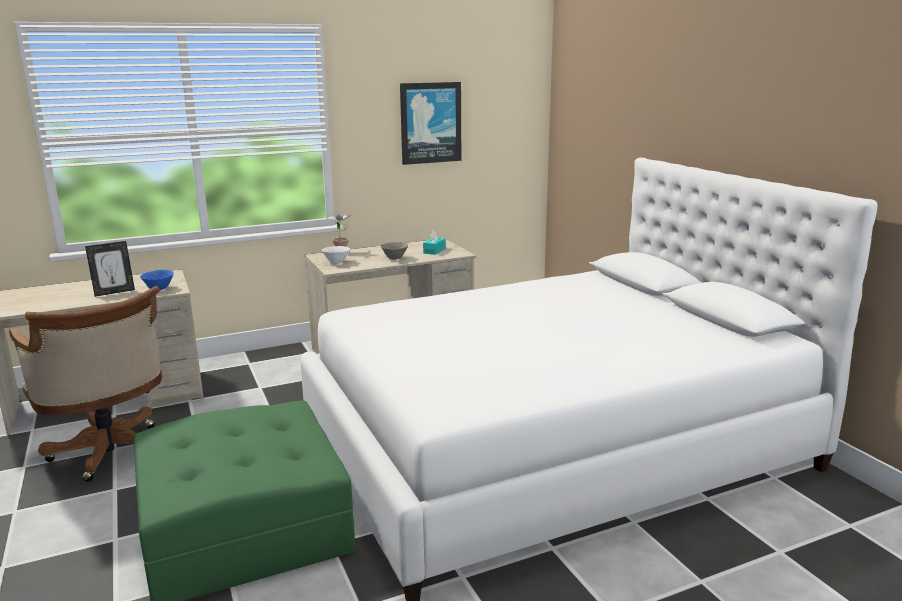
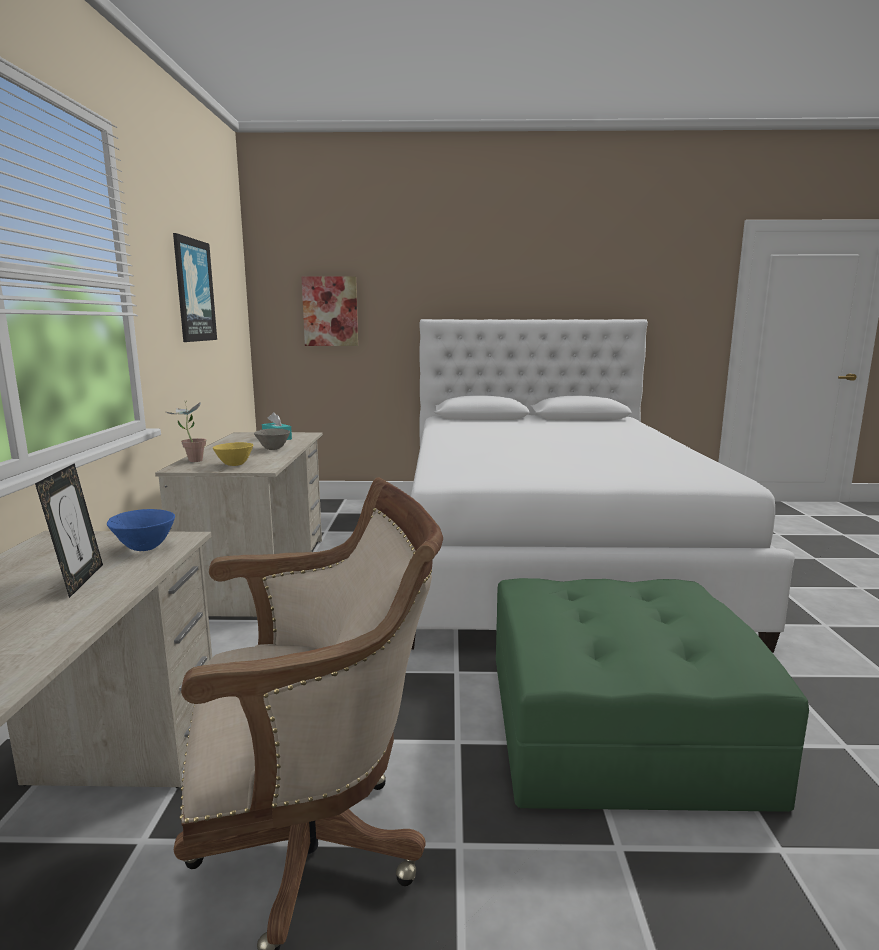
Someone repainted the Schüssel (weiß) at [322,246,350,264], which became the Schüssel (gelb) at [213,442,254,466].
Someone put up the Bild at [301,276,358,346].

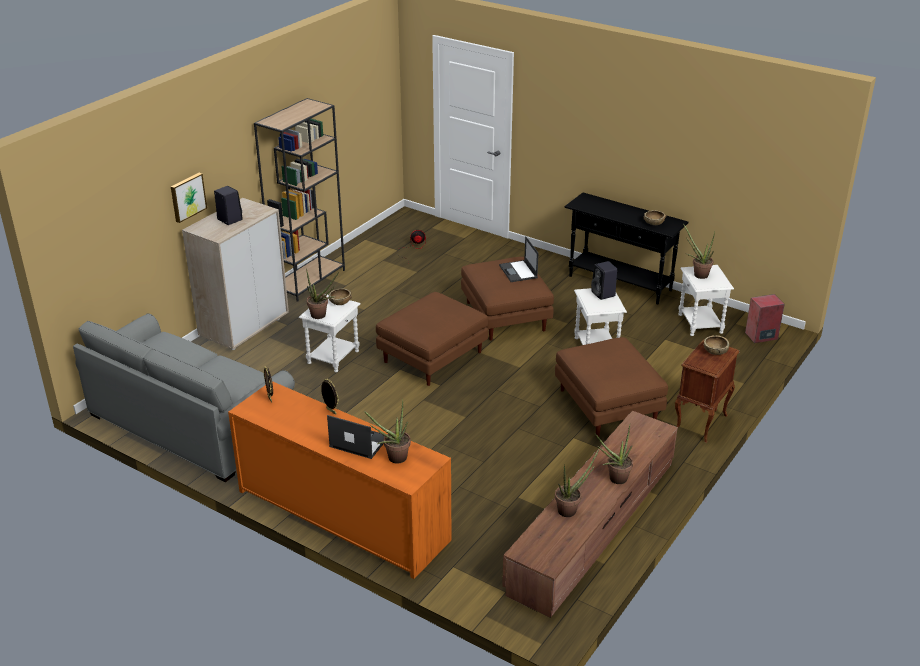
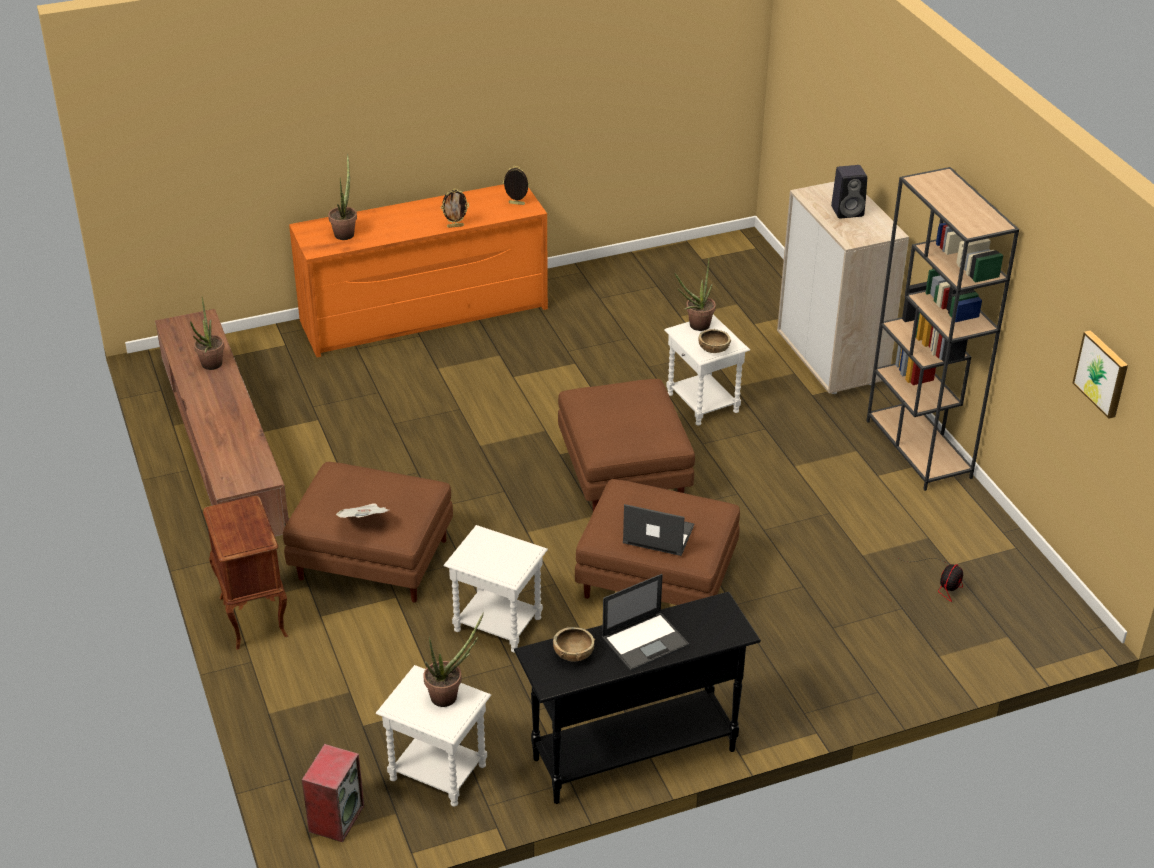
Someone carried the Bild from [171,173,207,223] to [1073,330,1128,419].
Someone took away the Lautsprecher (schwarz) at [591,261,617,300].
Someone took away the Sofa (grau) at [73,313,295,482].
Someone took away the Schüssel (braun) at [703,335,729,355].
Someone carried the Laptop from [327,415,385,459] to [602,574,689,672].
Someone took away the Topfpflanze at [595,425,633,484].
Someone put down the Zeitung at [336,503,389,518].

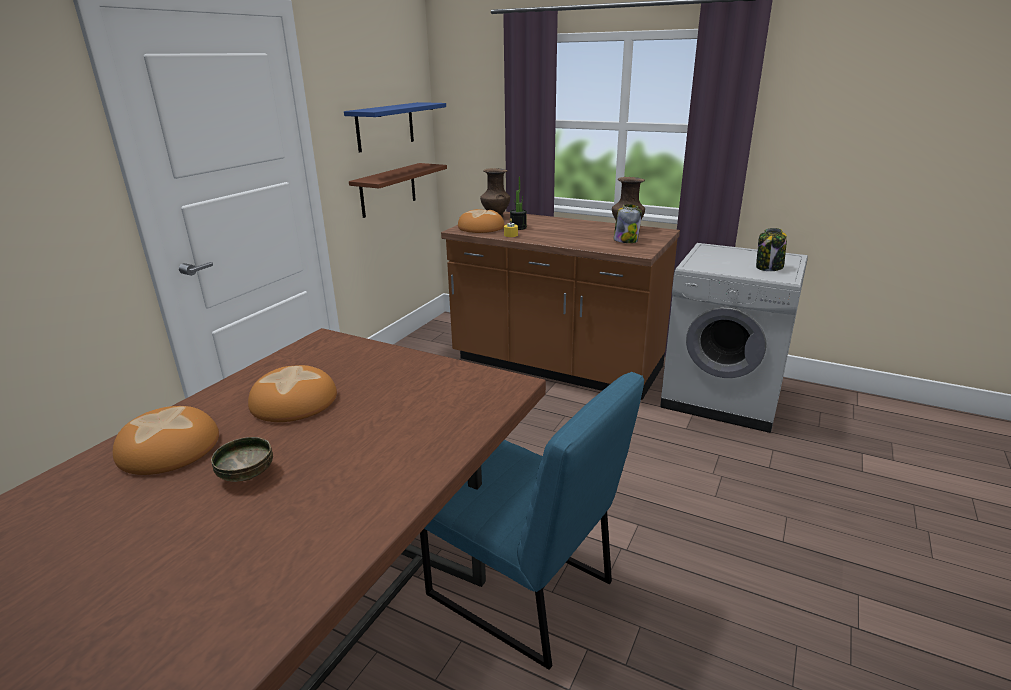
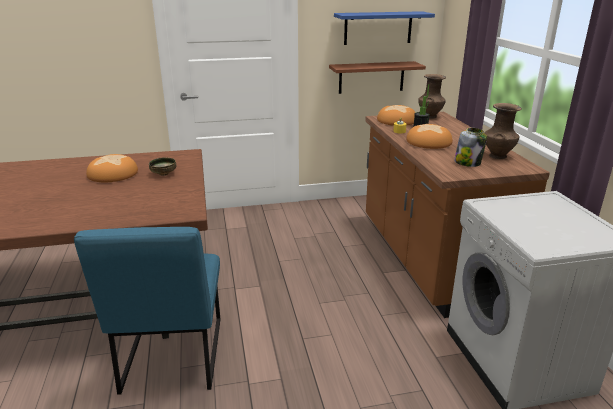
Someone took away the Vorratsglas at [756,228,787,271].
Someone carried the Brot from [113,406,219,475] to [406,124,453,149].
Someone carried the Schüssel from [211,437,273,482] to [149,157,176,176].

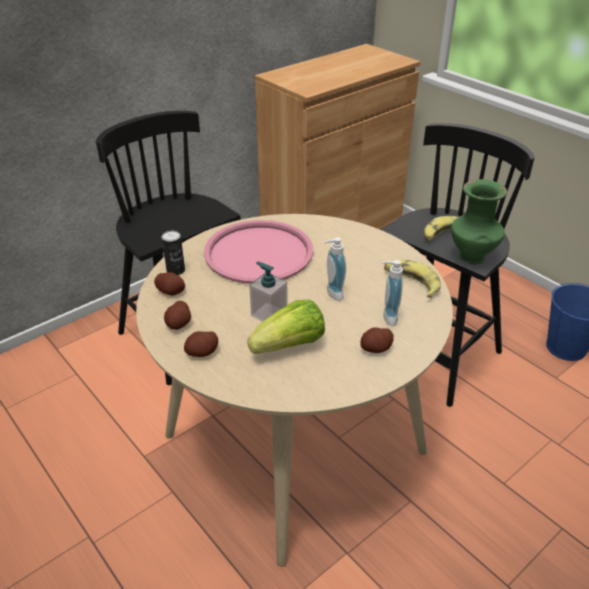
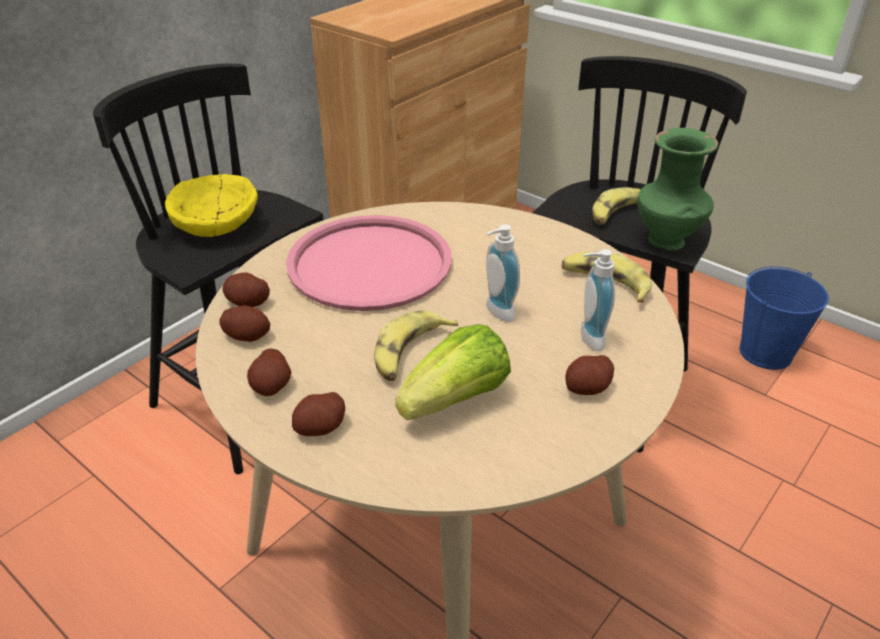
Someone swapped the Dose at [162,230,185,275] for the Kartoffel at [223,272,270,307].
Someone swapped the Seifenspender at [249,262,288,322] for the Banane at [374,310,458,381].
Someone put down the Schüssel (gelb) at [165,174,258,237].

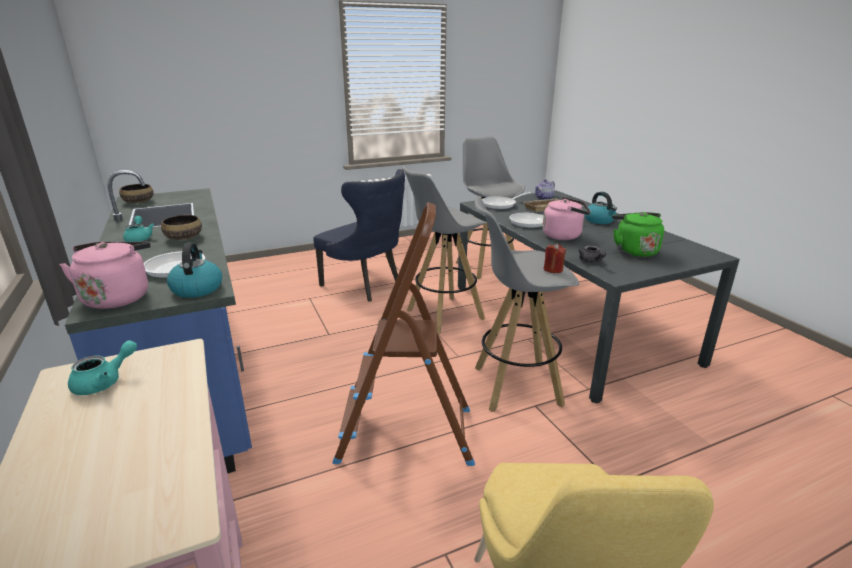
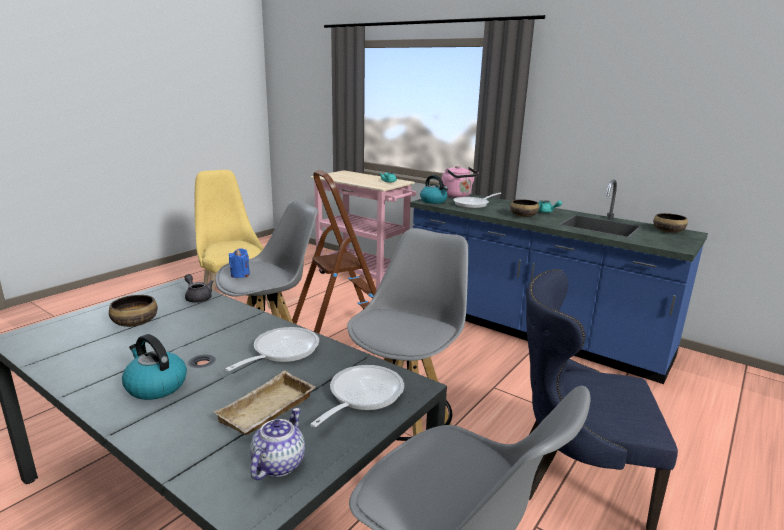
Someone took away the Wasserkessel (rosa) at [542,197,591,240].
Someone swapped the Wasserkessel (grün) at [612,212,664,257] for the Schüssel at [109,295,158,327].
Someone repainted the Kerze (rot) at [543,243,566,273], which became the Kerze (blau) at [228,248,250,278].

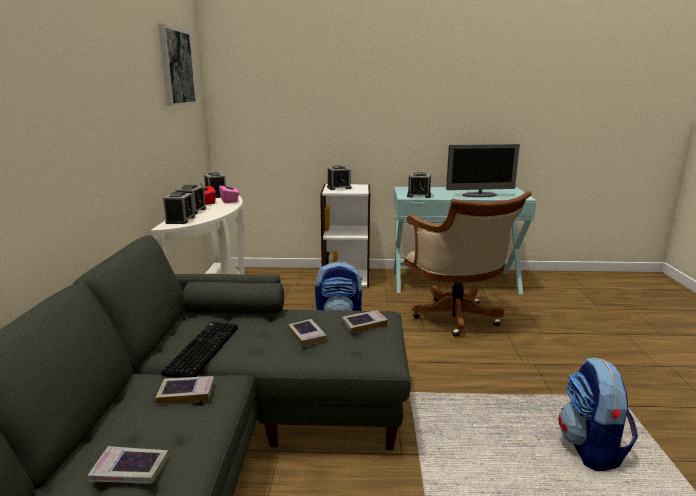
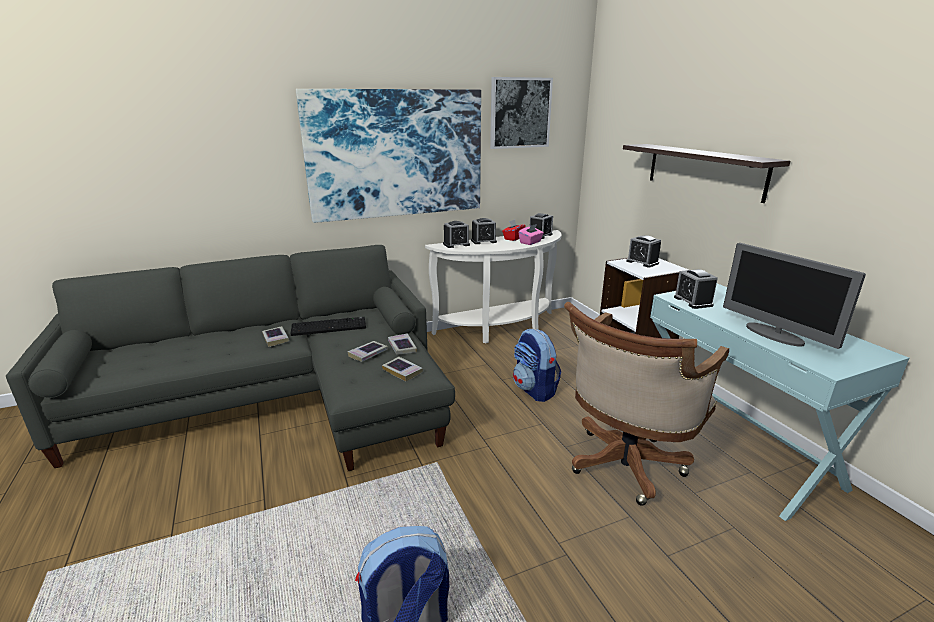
Someone carried the Buch from [88,446,169,484] to [388,333,417,355].
Someone put up the Bild at [296,89,481,223].
Someone put up the Wandregal at [623,144,791,203].

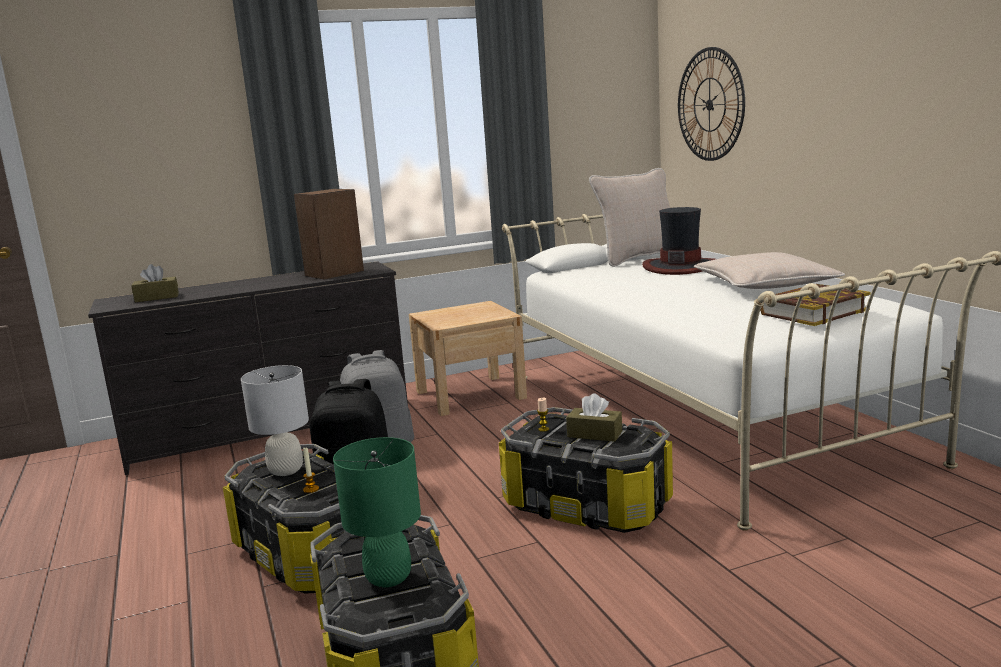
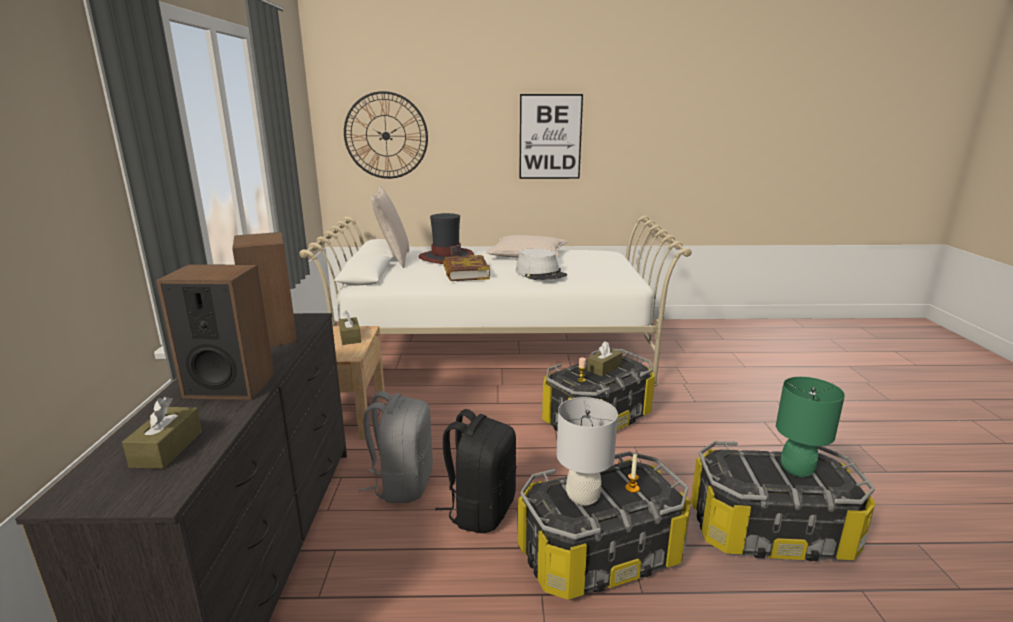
Someone carried the Buch from [760,284,871,326] to [443,255,490,281].
Someone put up the Bild at [519,94,583,179].
Someone put down the Hut (grau) at [515,249,567,280].
Someone put down the Lautsprecher at [156,264,274,400].
Someone put down the Taschentuchbox (braun) at [339,310,361,345].

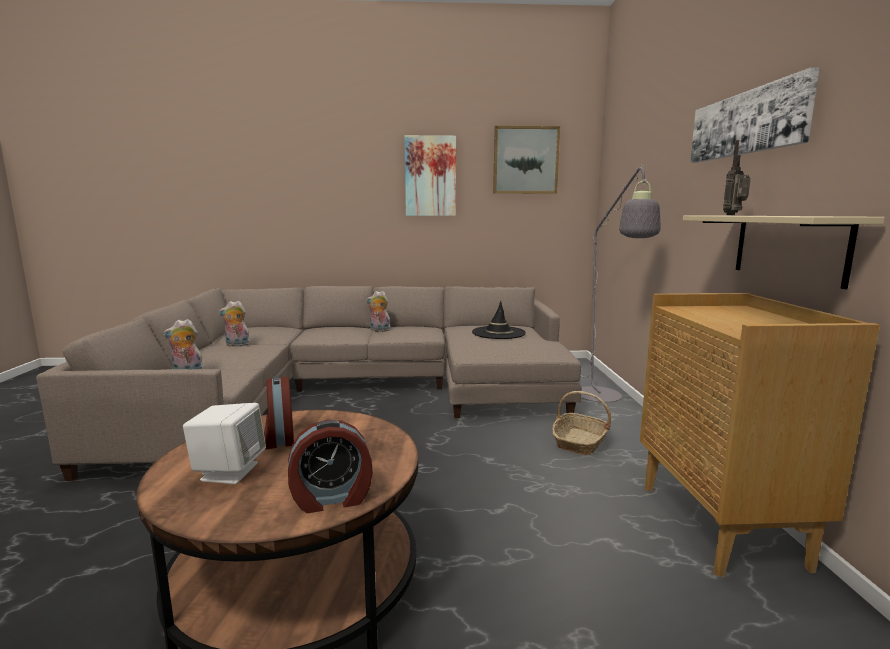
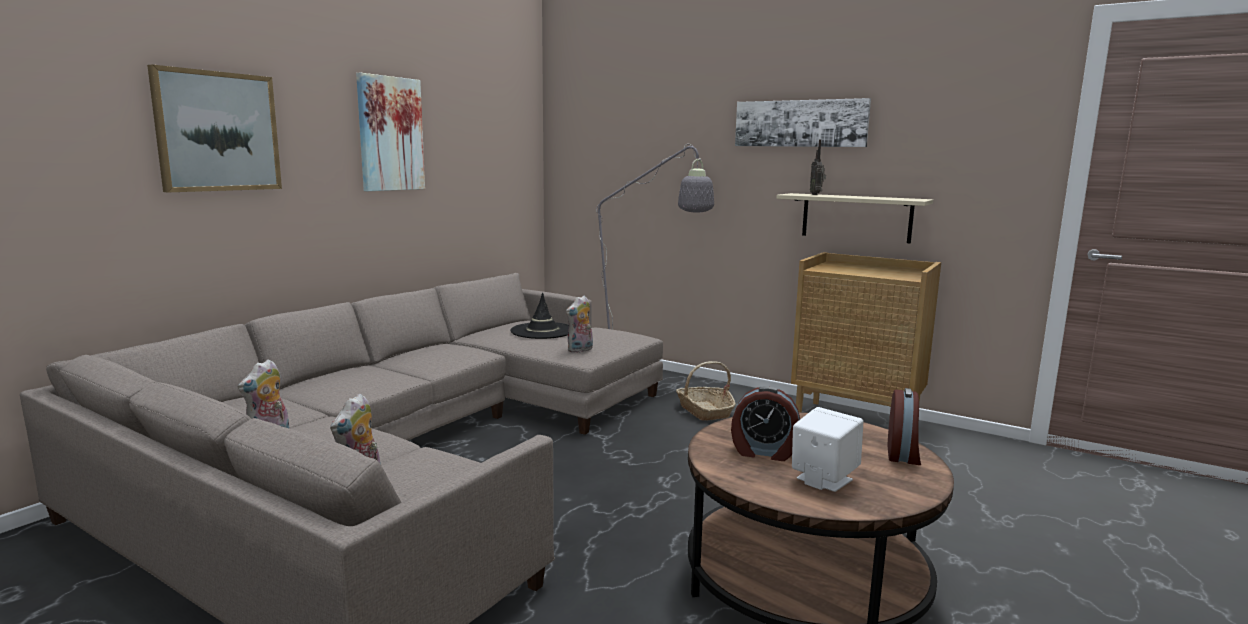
Someone carried the Bild from [493,126,560,194] to [147,65,282,192].
Someone carried the Plüschtier from [366,291,391,332] to [566,296,593,353].

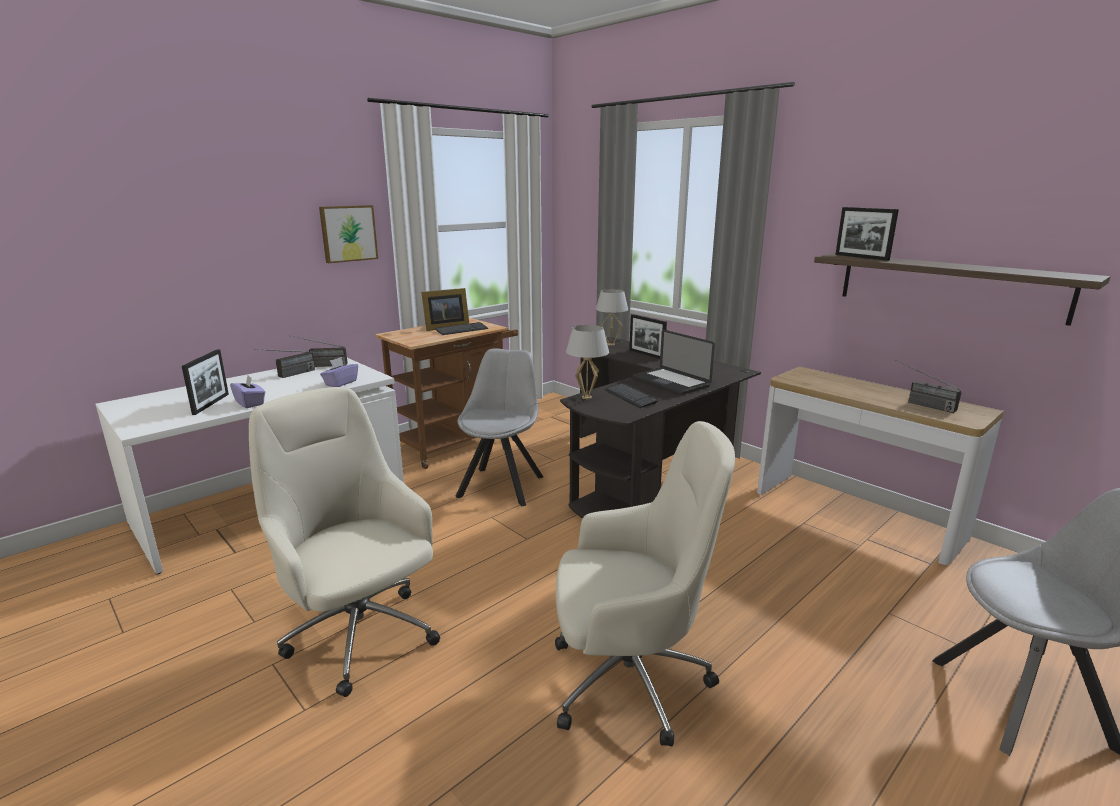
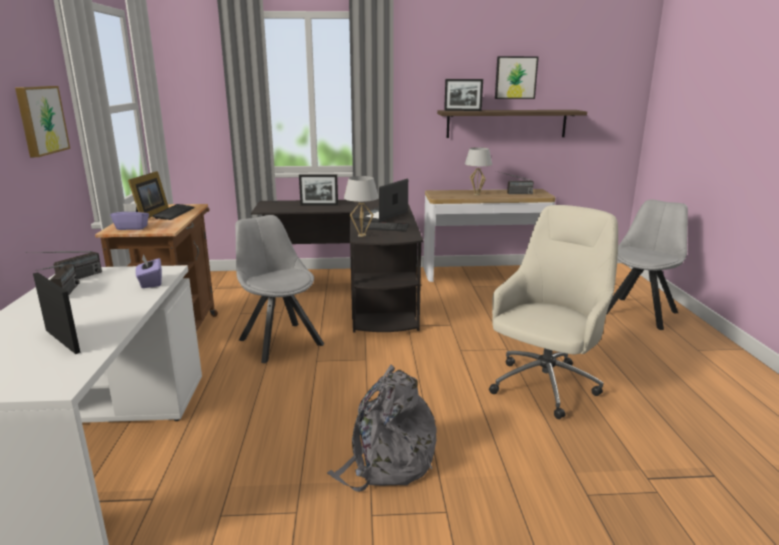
Someone carried the Tischlampe (weiß) from [596,289,628,346] to [465,147,492,195].
Someone rotated the Laptop at [632,330,715,395] by 120 degrees clockwise.
Someone carried the Taschentuchbox (lila) from [230,376,266,408] to [110,203,149,230].
Someone swapped the Bürostuhl (beige) at [249,387,440,697] for the Rucksack (grau) at [327,364,436,492].
Someone put up the Bild at [495,56,539,99].

